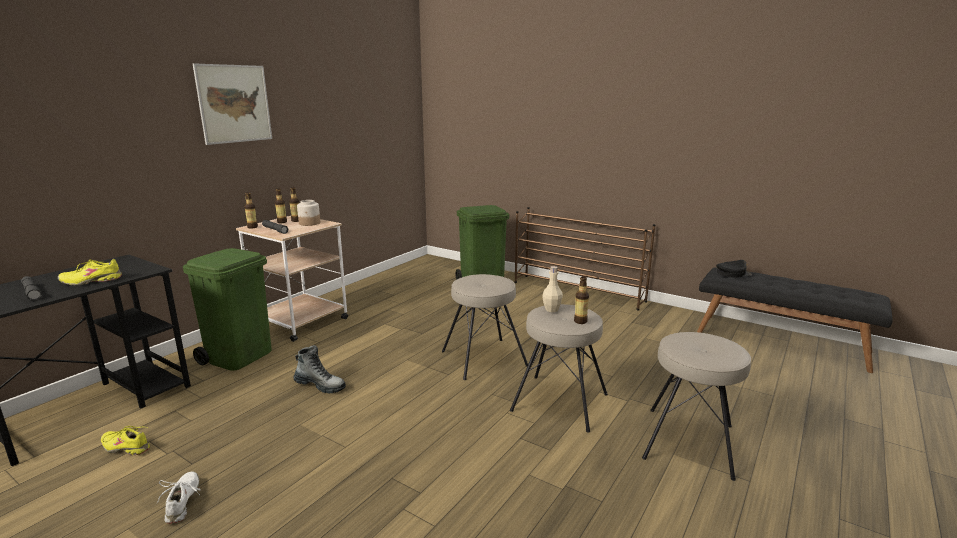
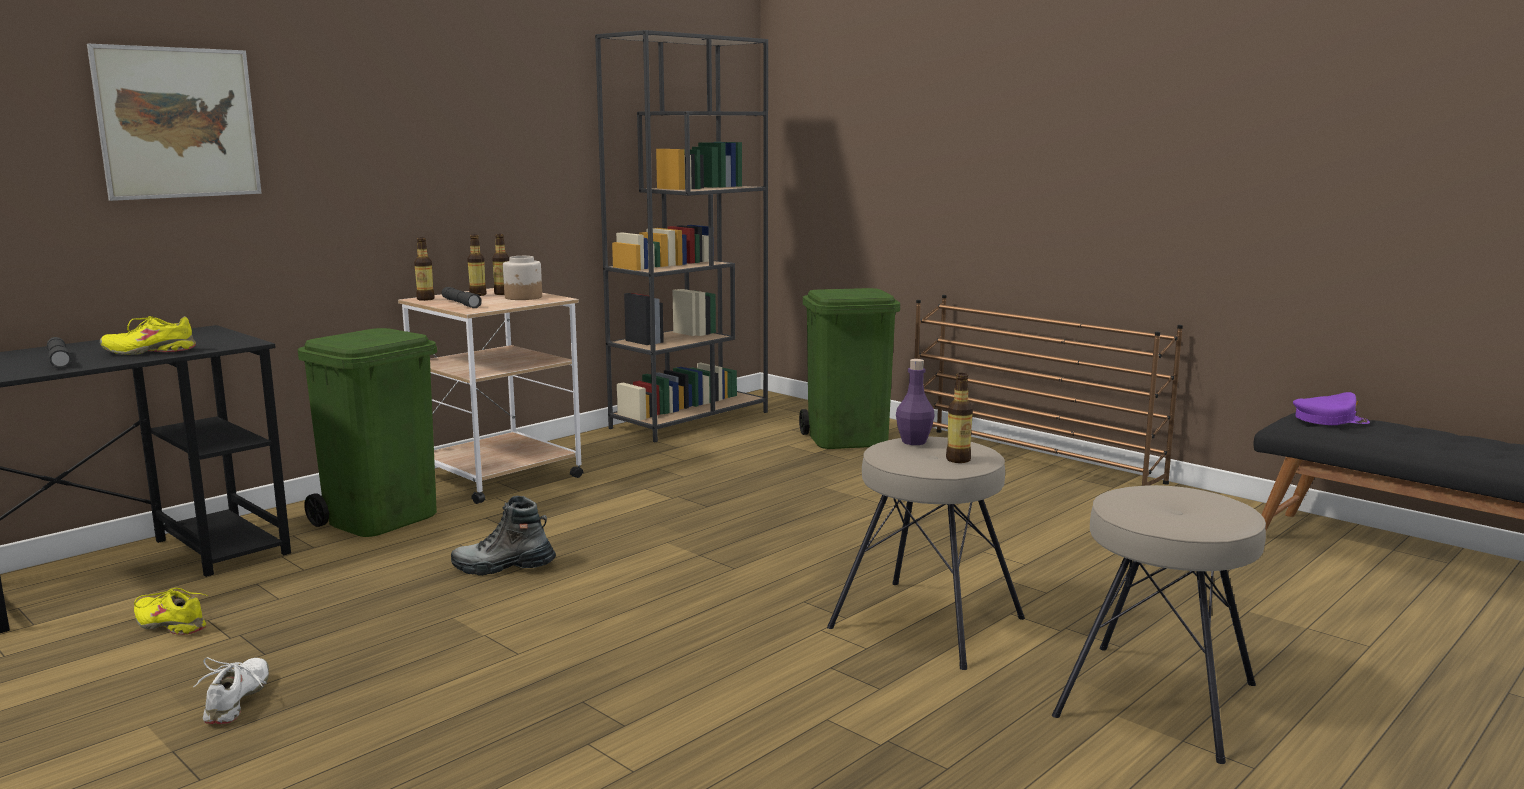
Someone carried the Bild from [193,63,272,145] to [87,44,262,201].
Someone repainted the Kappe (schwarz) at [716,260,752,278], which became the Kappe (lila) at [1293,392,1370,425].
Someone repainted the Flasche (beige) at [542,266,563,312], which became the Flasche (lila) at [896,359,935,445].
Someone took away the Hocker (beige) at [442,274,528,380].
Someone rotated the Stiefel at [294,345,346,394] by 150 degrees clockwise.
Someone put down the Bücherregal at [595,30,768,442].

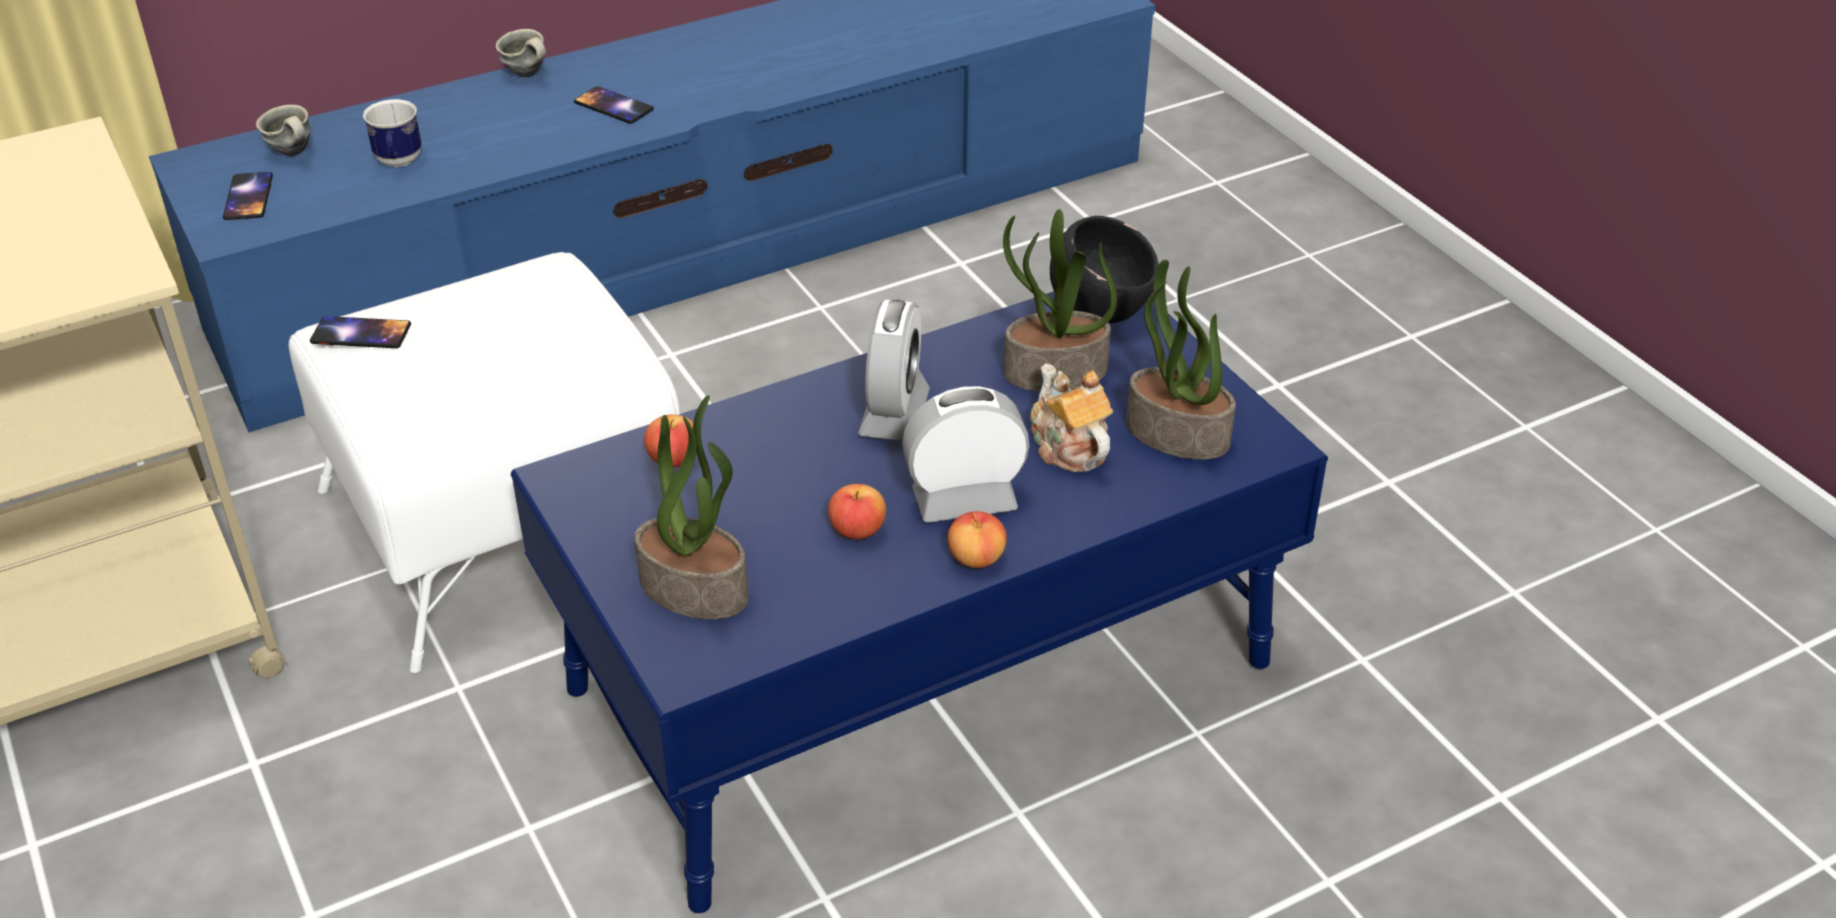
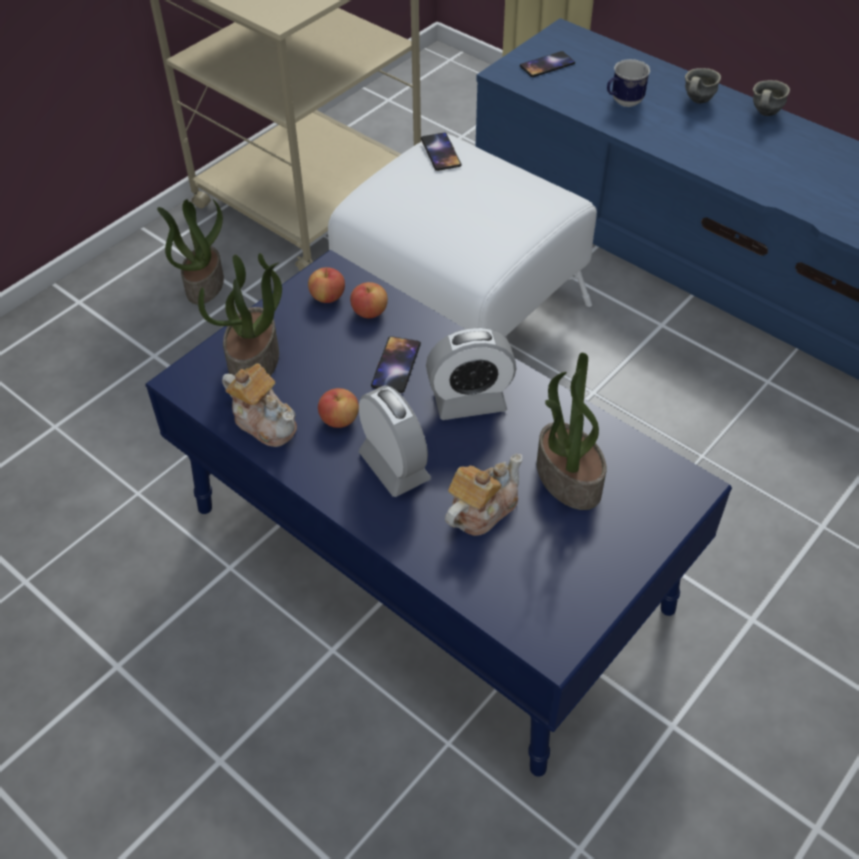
Someone carried the Handy from [574,86,654,124] to [371,336,421,393].
Someone carried the Henkelbecher (grau) from [256,105,311,156] to [685,68,721,104].
Someone took away the Schüssel (schwarz) at [1050,216,1159,324].
Someone carried the Topfpflanze from [1126,260,1236,460] to [157,199,224,304].
Someone carried the Apfel from [948,511,1007,568] to [308,267,345,303].
Someone put down the Teekanne at [222,363,297,447].

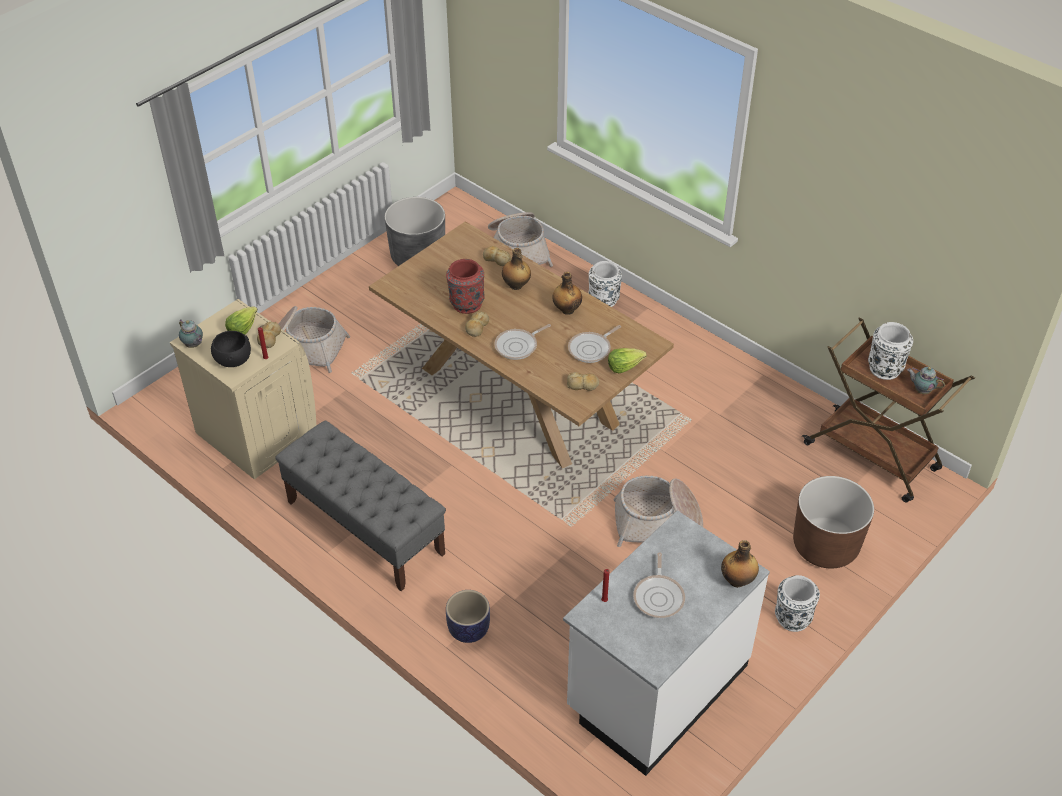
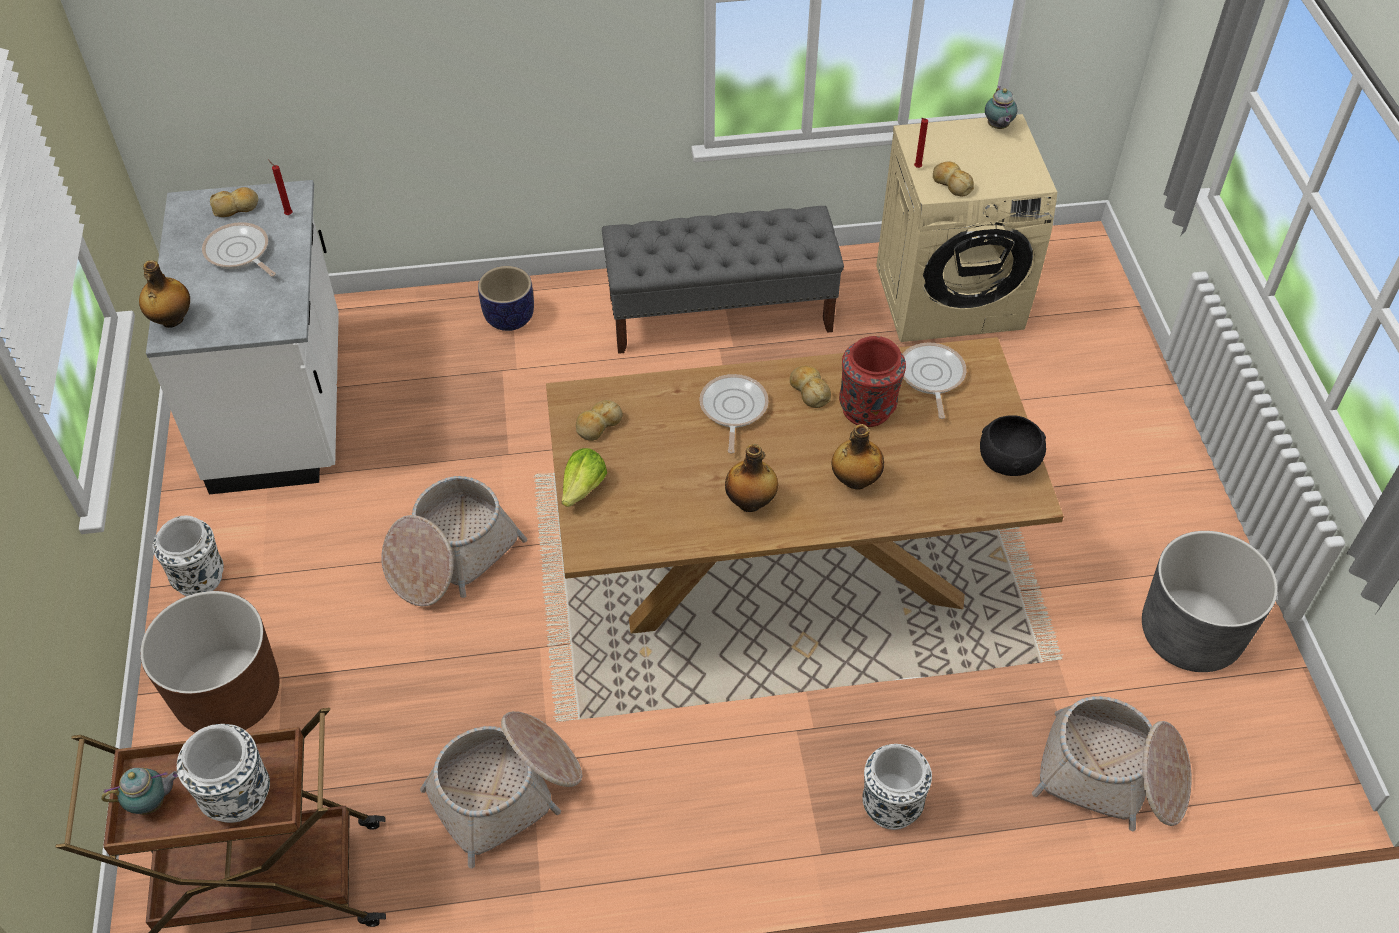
Someone carried the Brot from [483,246,511,266] to [210,187,258,217].
Someone took away the Salatkopf at [225,306,258,335].
Someone carried the Korb from [279,306,350,373] to [420,711,582,868].
Someone rotated the Teekanne at [179,320,203,348] by 90 degrees counterclockwise.
Someone carried the Pfanne from [568,325,621,363] to [903,343,967,419].
Someone carried the Schüssel (schwarz) from [211,331,251,367] to [980,415,1046,476].

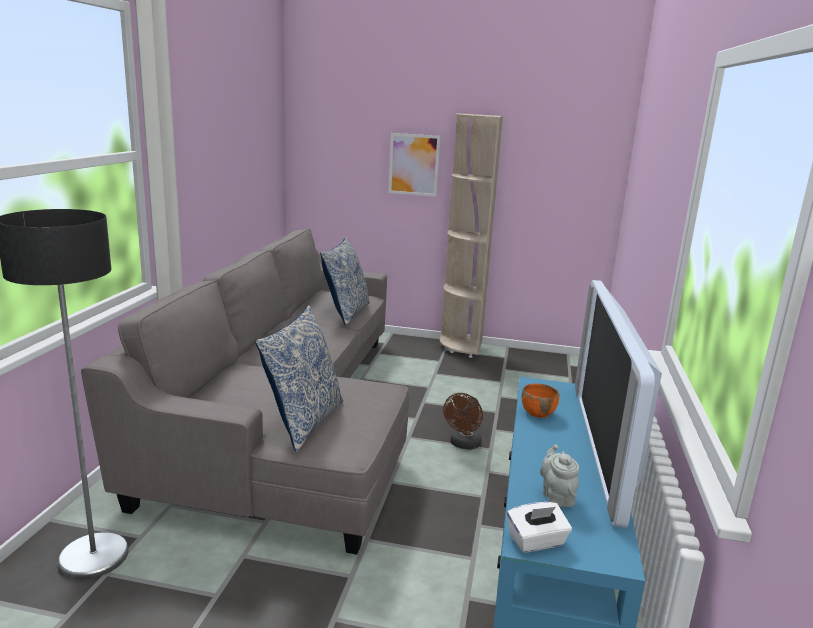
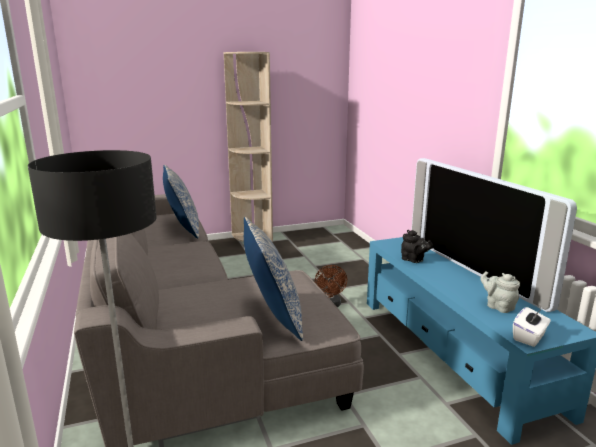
Someone took away the Bild at [389,133,440,197].
Someone swapped the Schüssel (orange) at [522,383,559,418] for the Teekanne (schwarz) at [401,230,433,263].

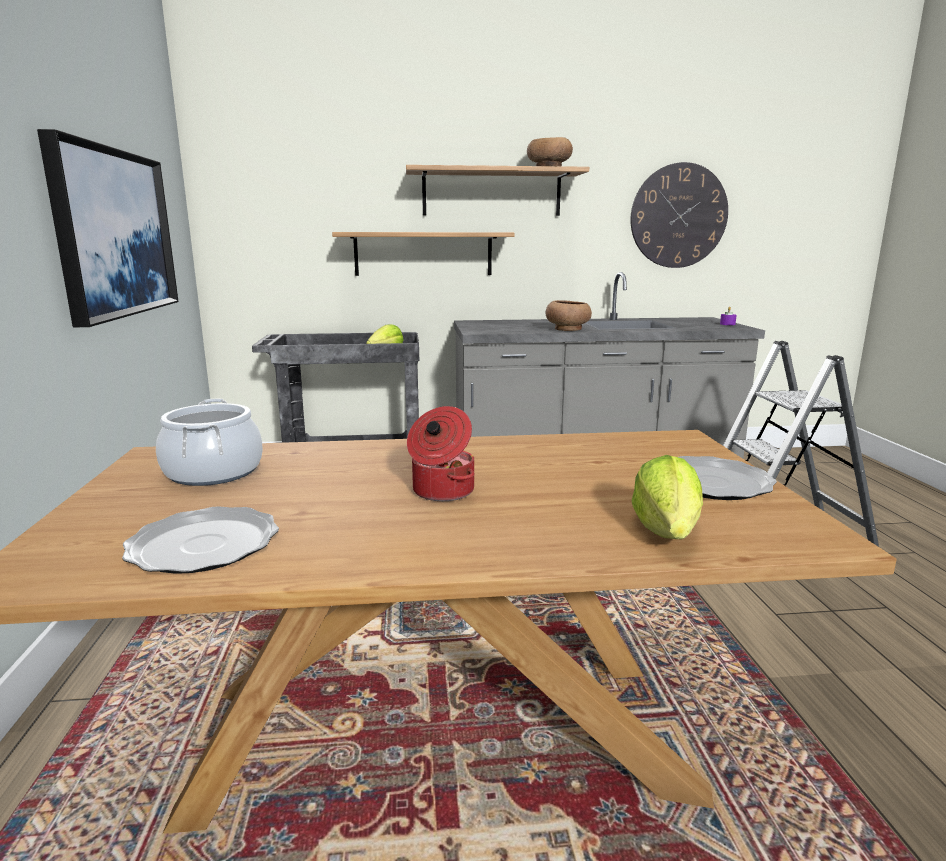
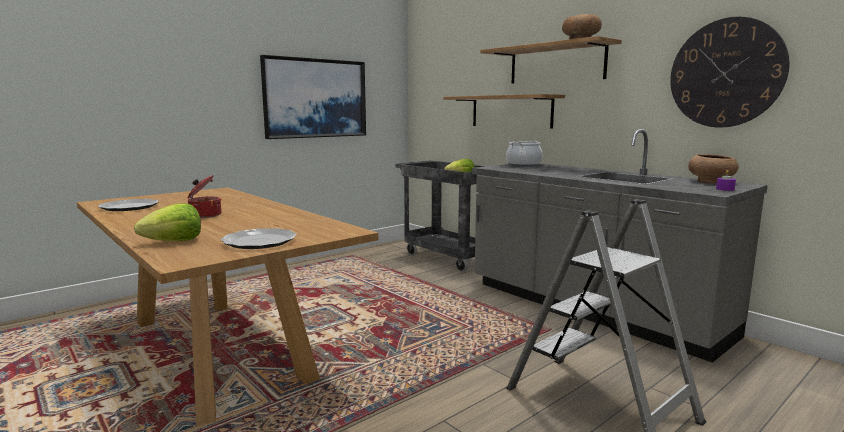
Someone carried the Schüssel (braun) from [546,300,592,331] to [688,154,739,184].
Someone carried the Kochtopf from [156,399,263,486] to [506,141,543,167].

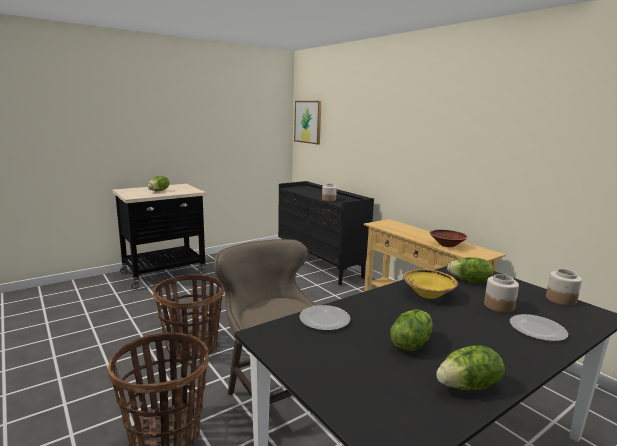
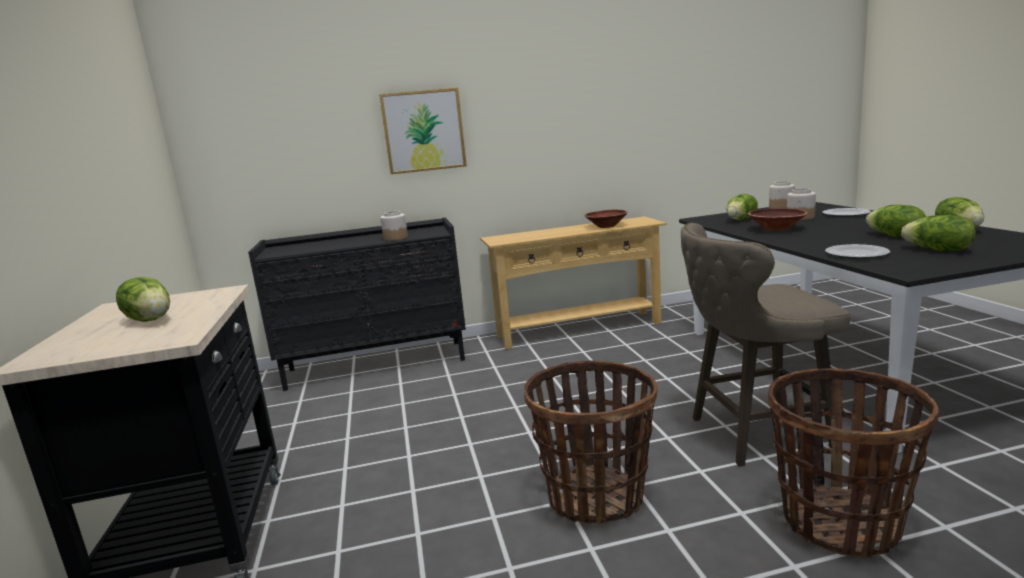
Someone carried the Bild from [294,101,321,144] to [379,88,467,174].
Someone repainted the Schüssel (gelb) at [403,269,458,299], which became the Schüssel (braun) at [748,208,807,231].
Someone put down the Salatkopf at [901,215,976,251].

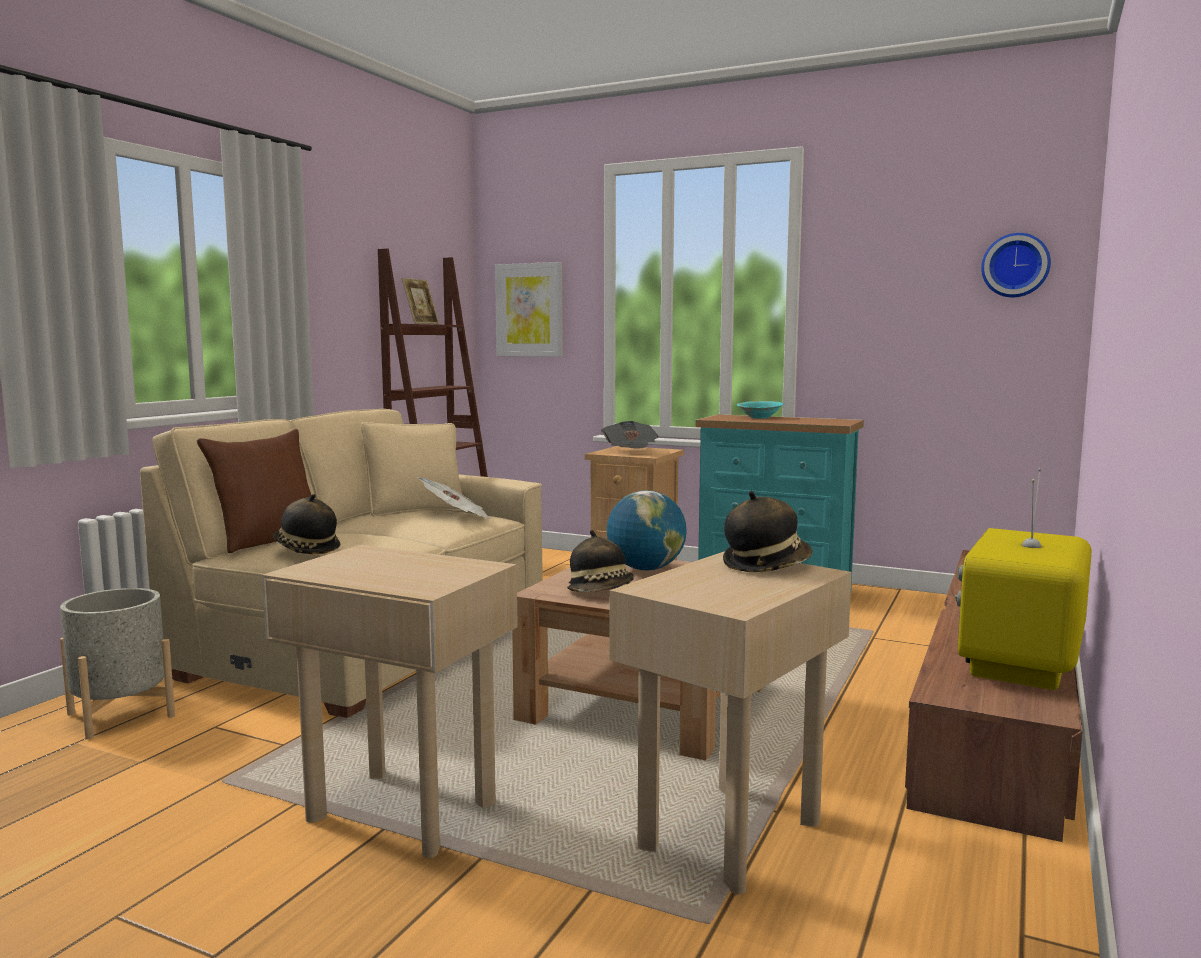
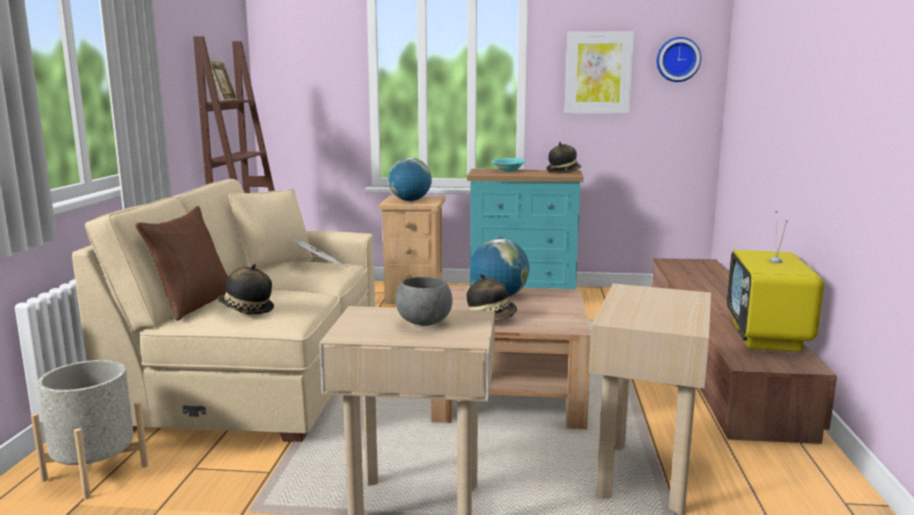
Someone carried the Bild from [495,262,563,357] to [565,31,634,114].
Someone swapped the Zeitung at [601,421,659,449] for the Globus at [388,157,432,201].
Someone carried the Hut from [723,491,812,572] to [547,142,581,173].
Someone put down the Schüssel (grau) at [395,277,452,326].

